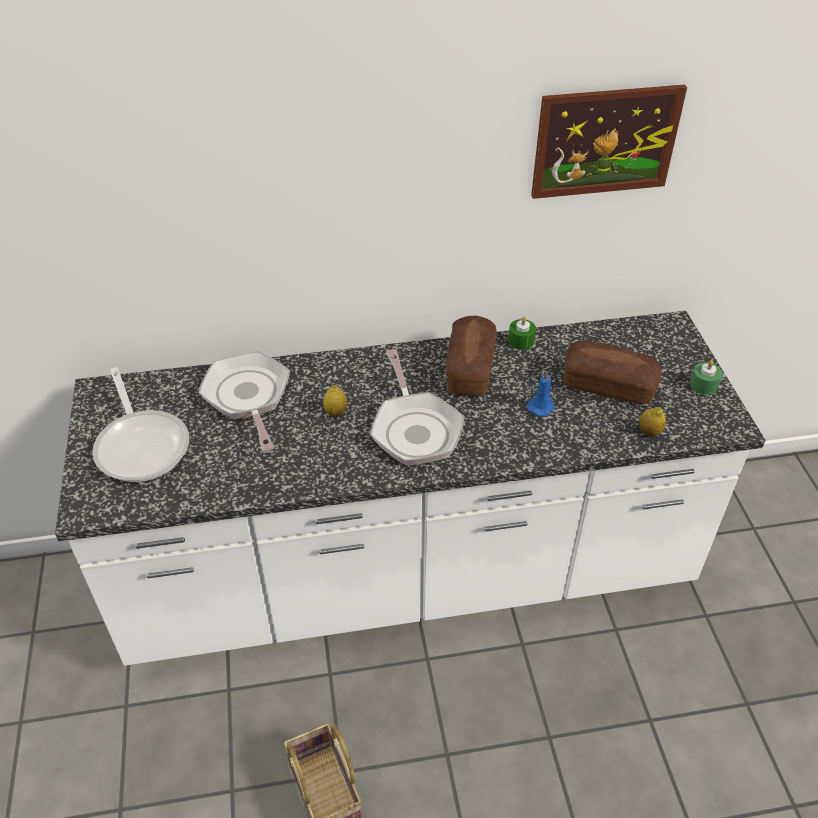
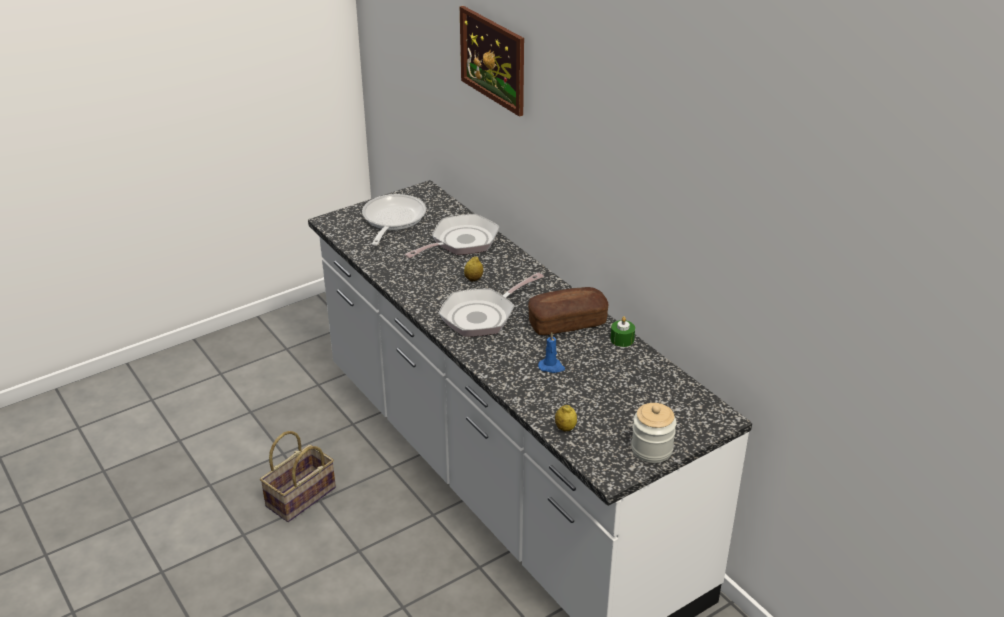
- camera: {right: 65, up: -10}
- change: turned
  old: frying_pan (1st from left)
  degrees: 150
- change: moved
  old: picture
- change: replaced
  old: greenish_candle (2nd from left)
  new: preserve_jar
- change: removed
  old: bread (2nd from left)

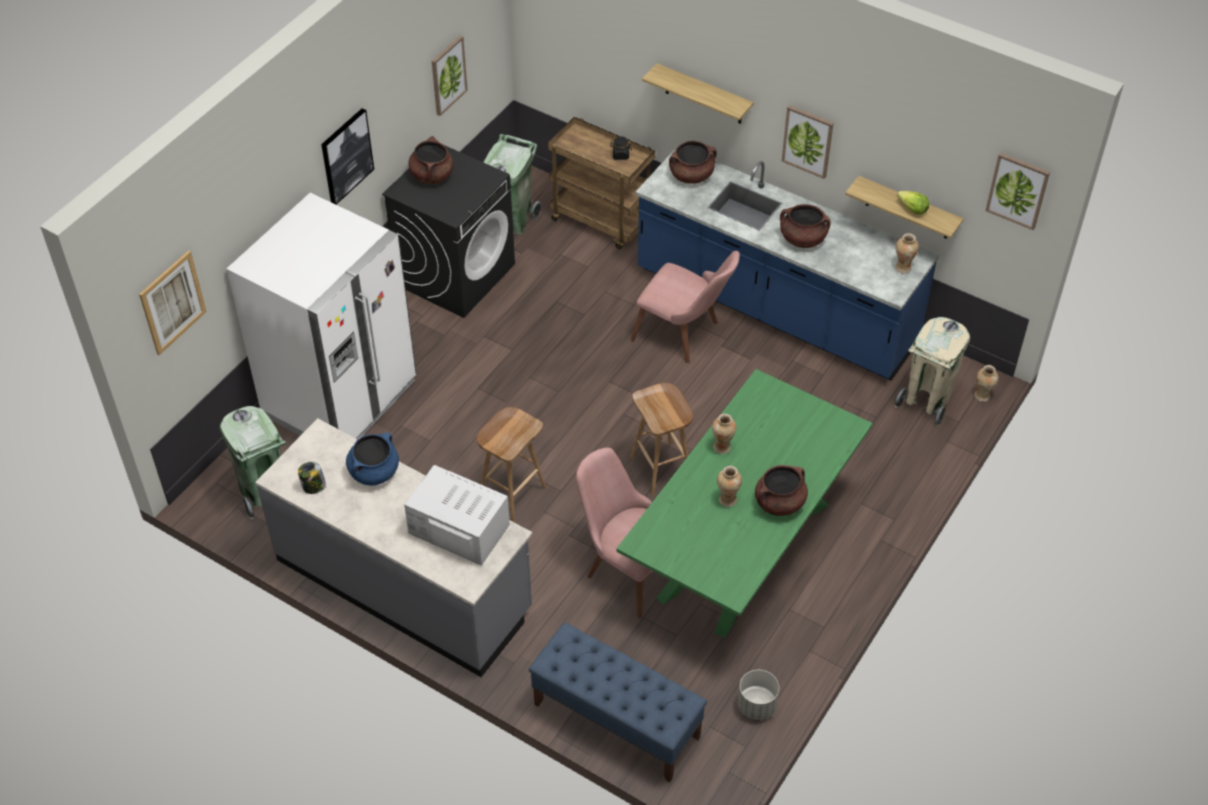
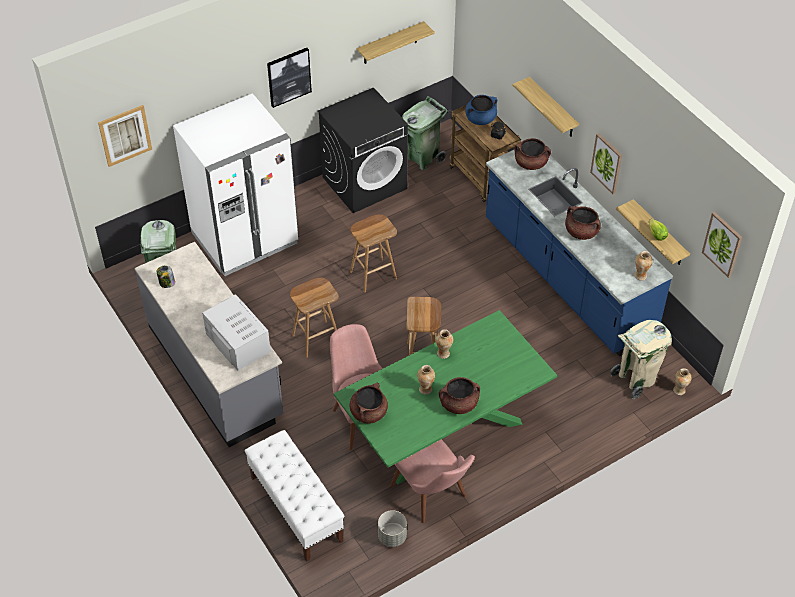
- camera: {right: 25, up: 0}
- change: recoloured
  old: blue_indoor_bench
  new: whitish_indoor_bench
- change: moved
  old: brown_saucepot (1st from left)
- change: added
  new: brown_stool (2nd from left)
- change: replaced
  old: picture (3rd from left)
  new: bracket_shelf (1st from left)
- change: moved
  old: pink_chair (2nd from left)
- change: moved
  old: blue_saucepot

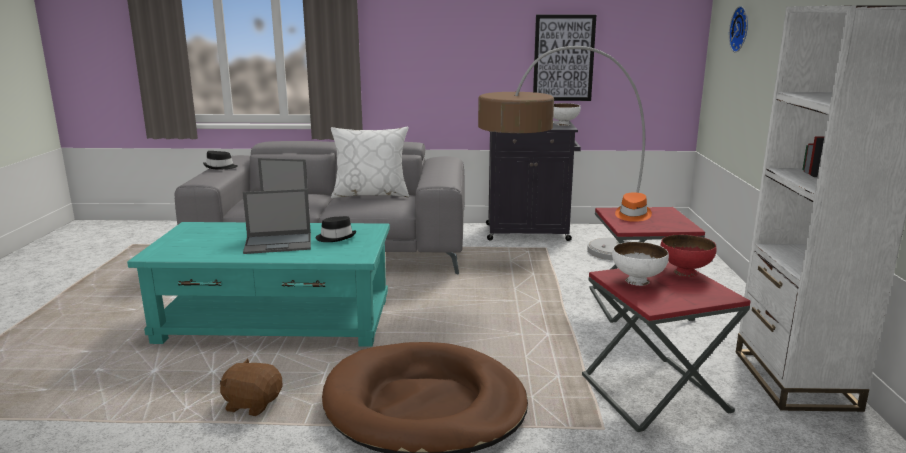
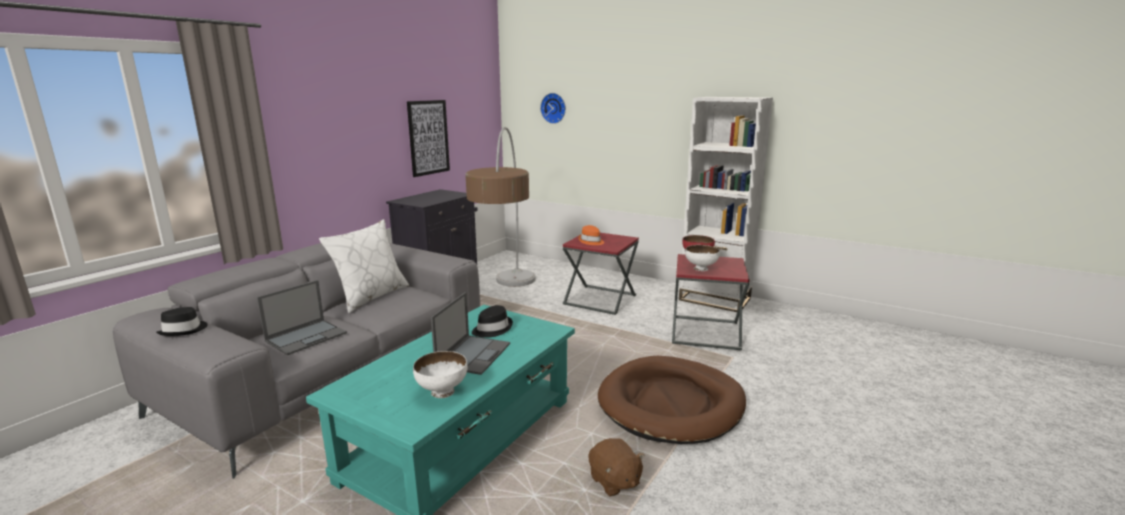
- camera: {right: -60, up: 0}
- change: moved
  old: whitish_deep_dish (1st from left)
- change: turned
  old: brown_plush_toy
  degrees: -75

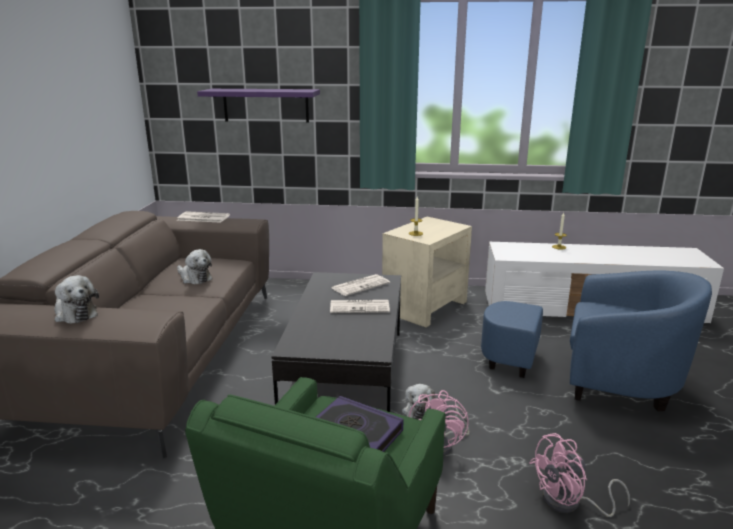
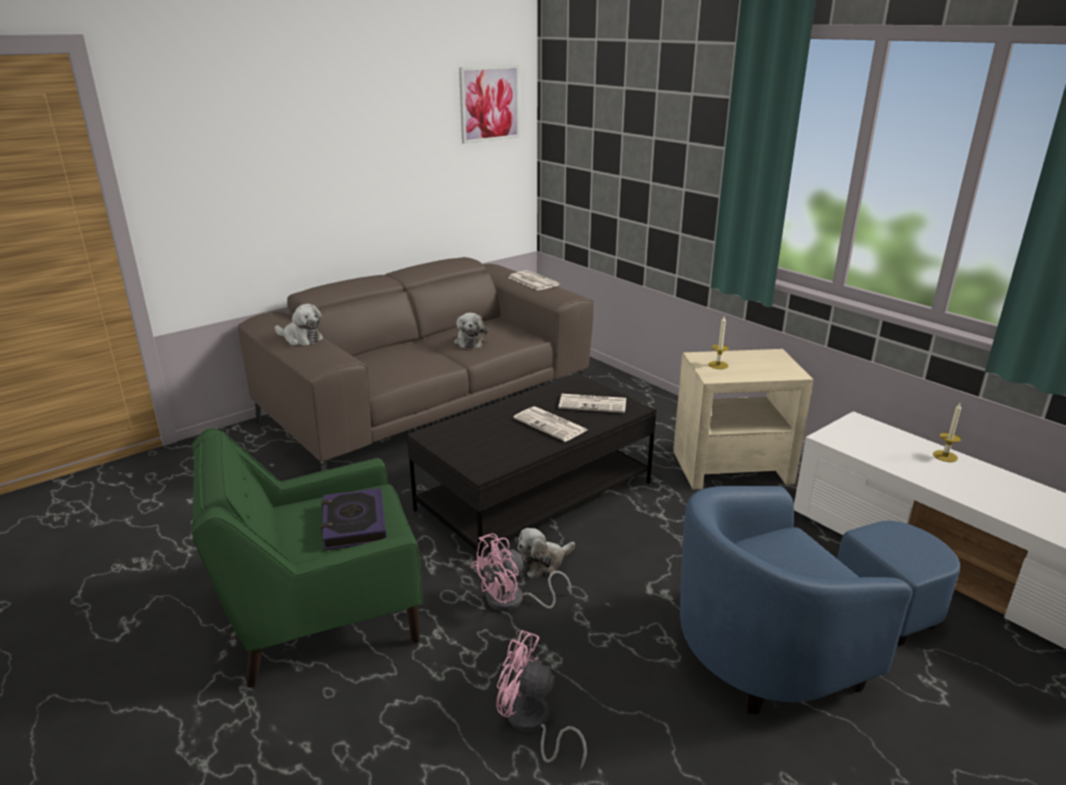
- camera: {right: 45, up: 5}
- change: turned
  old: plush_toy (1st from left)
  degrees: -60
- change: added
  new: picture
- change: turned
  old: blue_lounge_chair
  degrees: 90
- change: removed
  old: purple-coloured_bracket_shelf

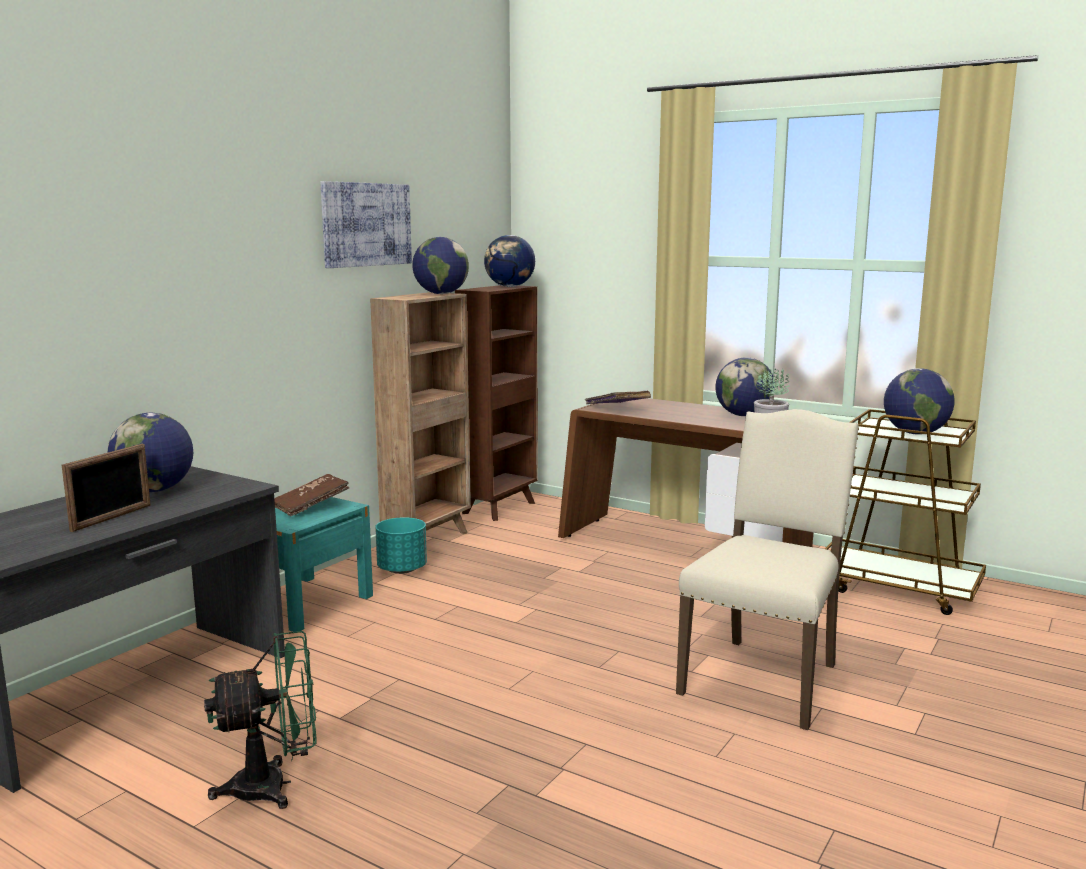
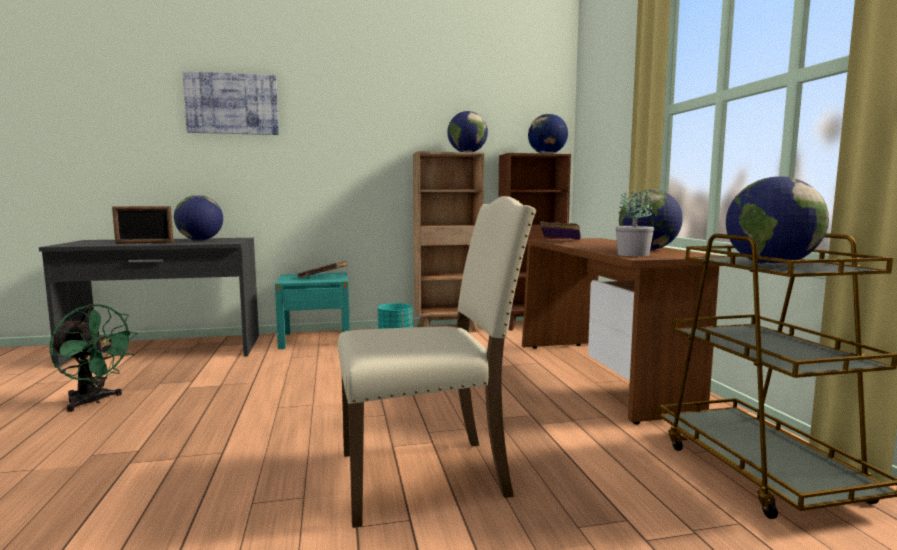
- camera: {right: 45, up: -5}
- change: moved
  old: picture

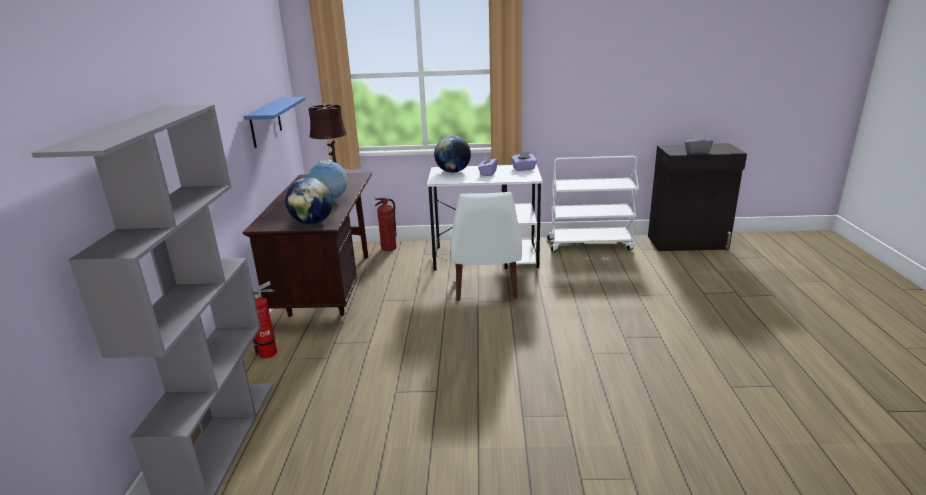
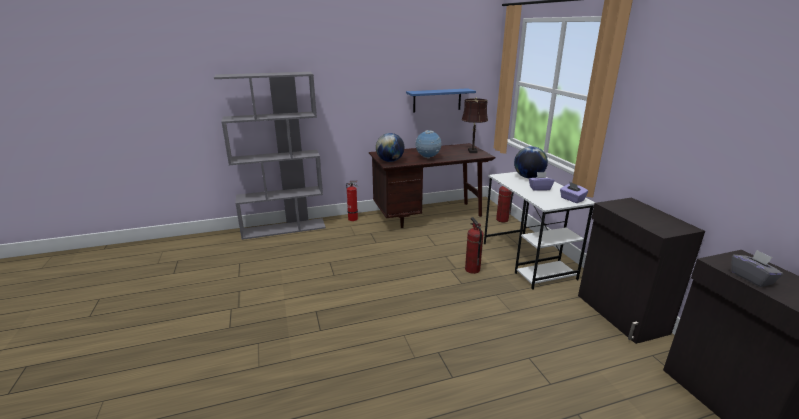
- camera: {right: 70, up: 0}
- change: replaced
  old: whitish_chair
  new: fire-fighting_cylinder (2nd from left)
- change: replaced
  old: whitish_wheeled_cart
  new: black_cupboard (1st from left)

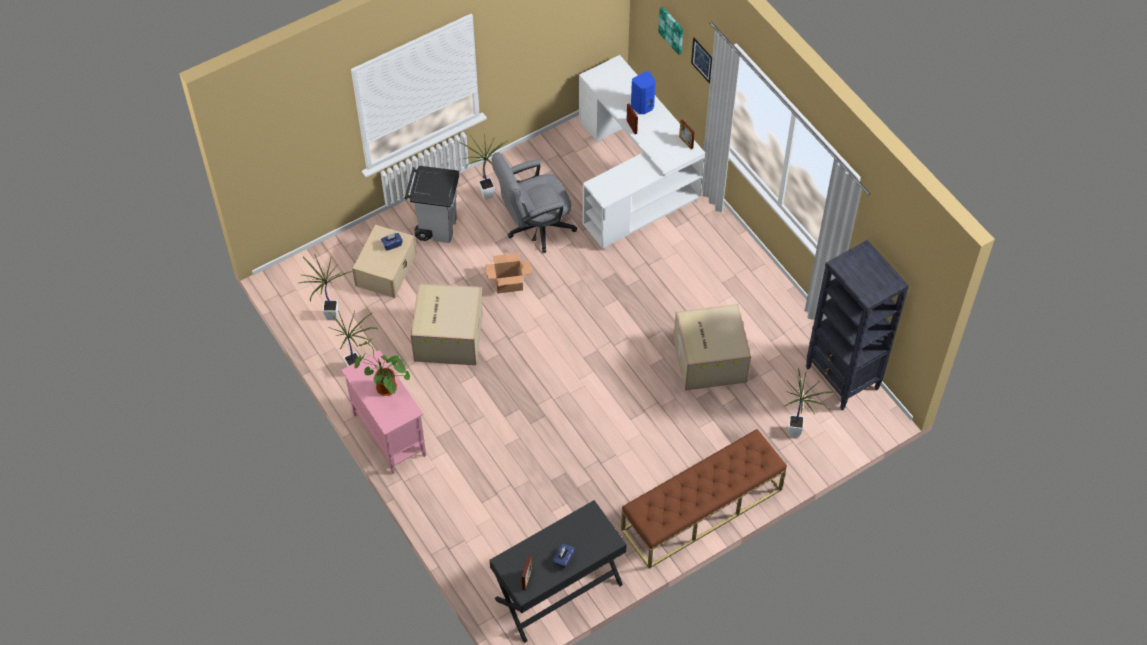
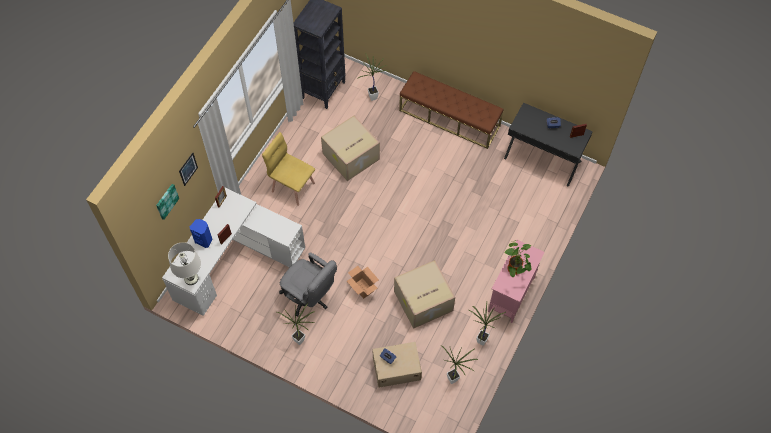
- camera: {right: -120, up: 5}
- change: added
  new: whitish_tabletop_lamp
- change: added
  new: yellow_chair
- change: removed
  old: gray_rubbish_bin

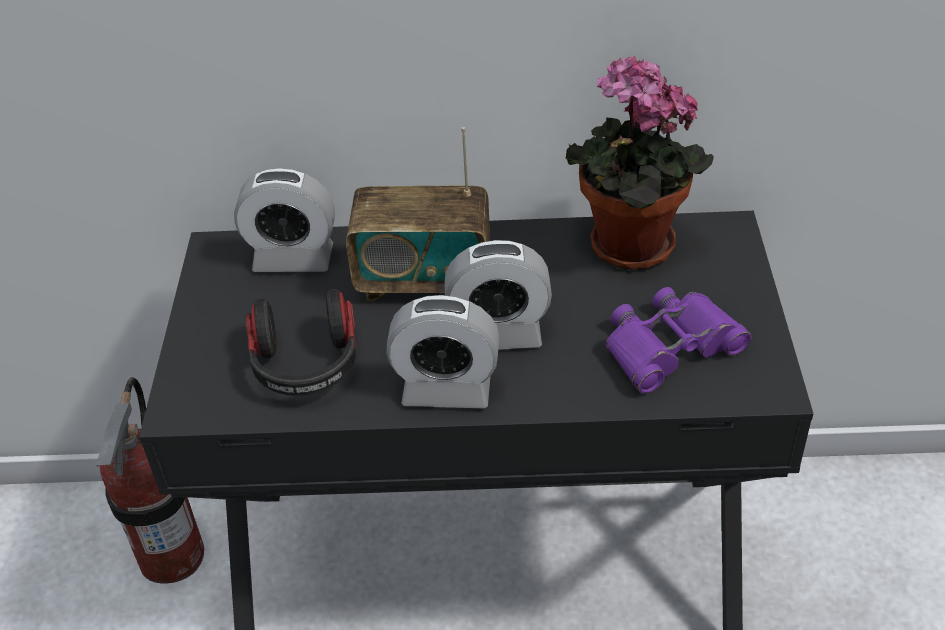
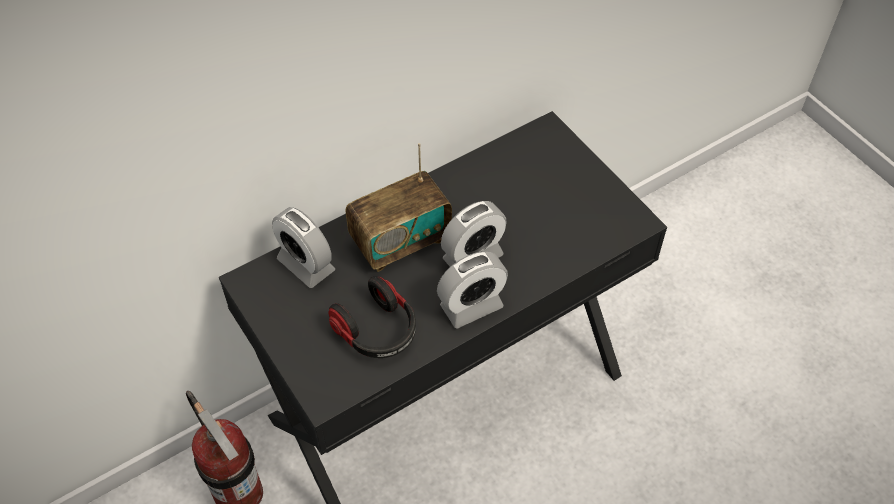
- camera: {right: -35, up: 10}
- change: turned
  old: bedside_clock (1st from left)
  degrees: 75
- change: removed
  old: potted_plant
- change: removed
  old: purple-coloured_binoculars

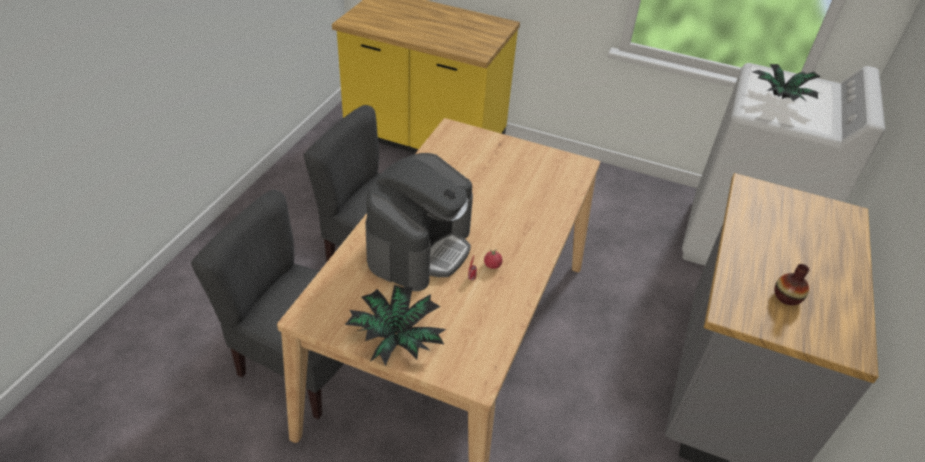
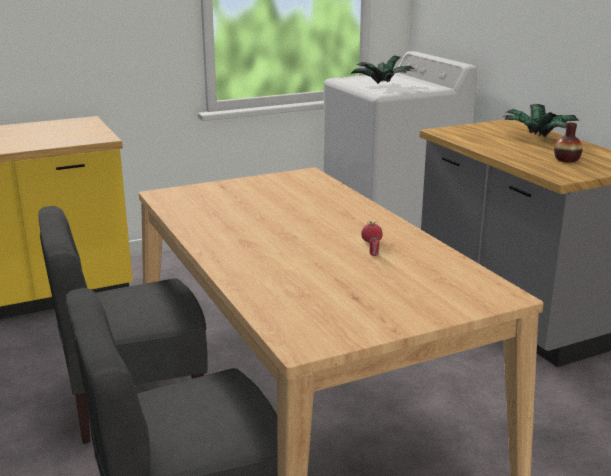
- camera: {right: -45, up: -20}
- change: moved
  old: potted_plant (1st from left in the first image)
  new: potted_plant (2nd from left)
- change: removed
  old: coffee_machine

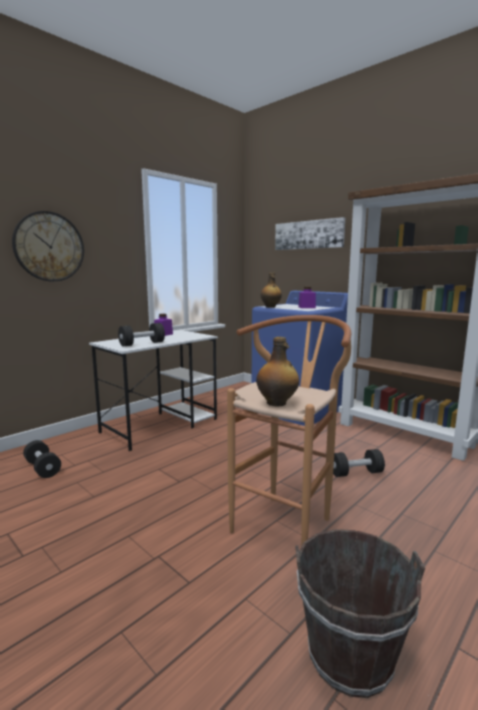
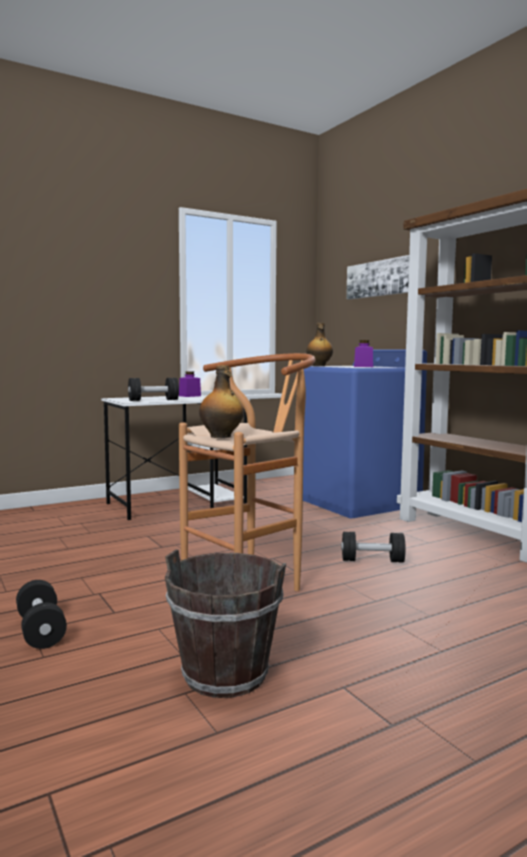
- camera: {right: 15, up: -5}
- change: moved
  old: black_dumbbell (1st from left)
- change: removed
  old: hanging_clock

